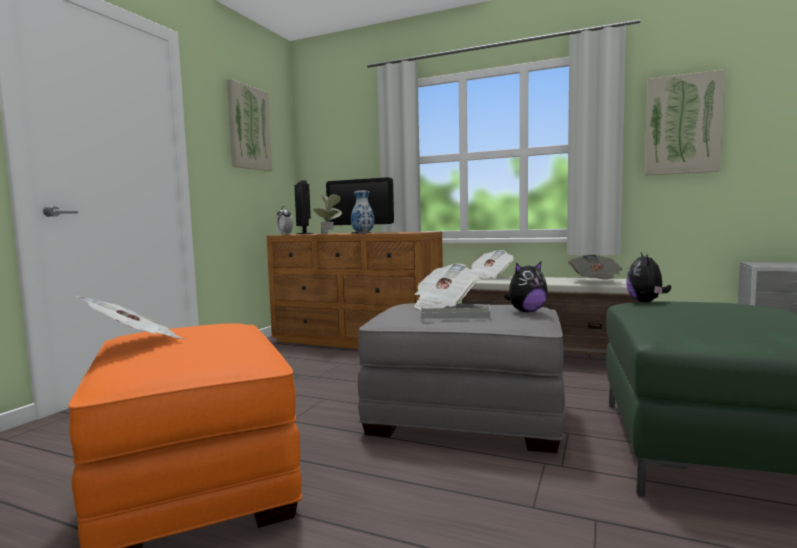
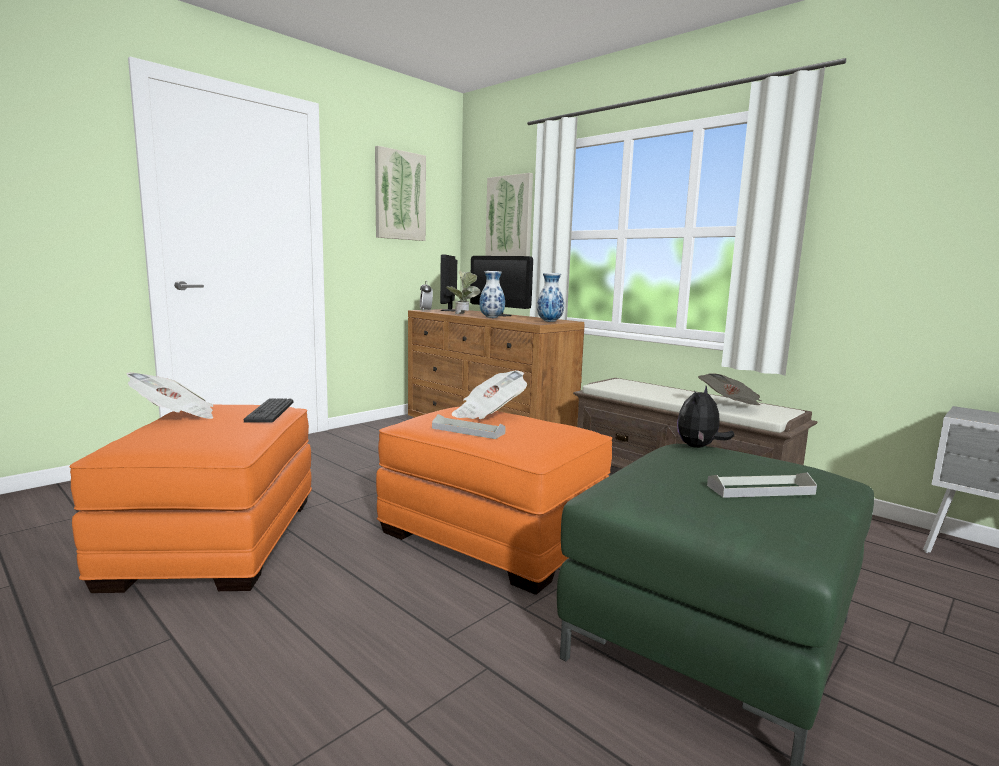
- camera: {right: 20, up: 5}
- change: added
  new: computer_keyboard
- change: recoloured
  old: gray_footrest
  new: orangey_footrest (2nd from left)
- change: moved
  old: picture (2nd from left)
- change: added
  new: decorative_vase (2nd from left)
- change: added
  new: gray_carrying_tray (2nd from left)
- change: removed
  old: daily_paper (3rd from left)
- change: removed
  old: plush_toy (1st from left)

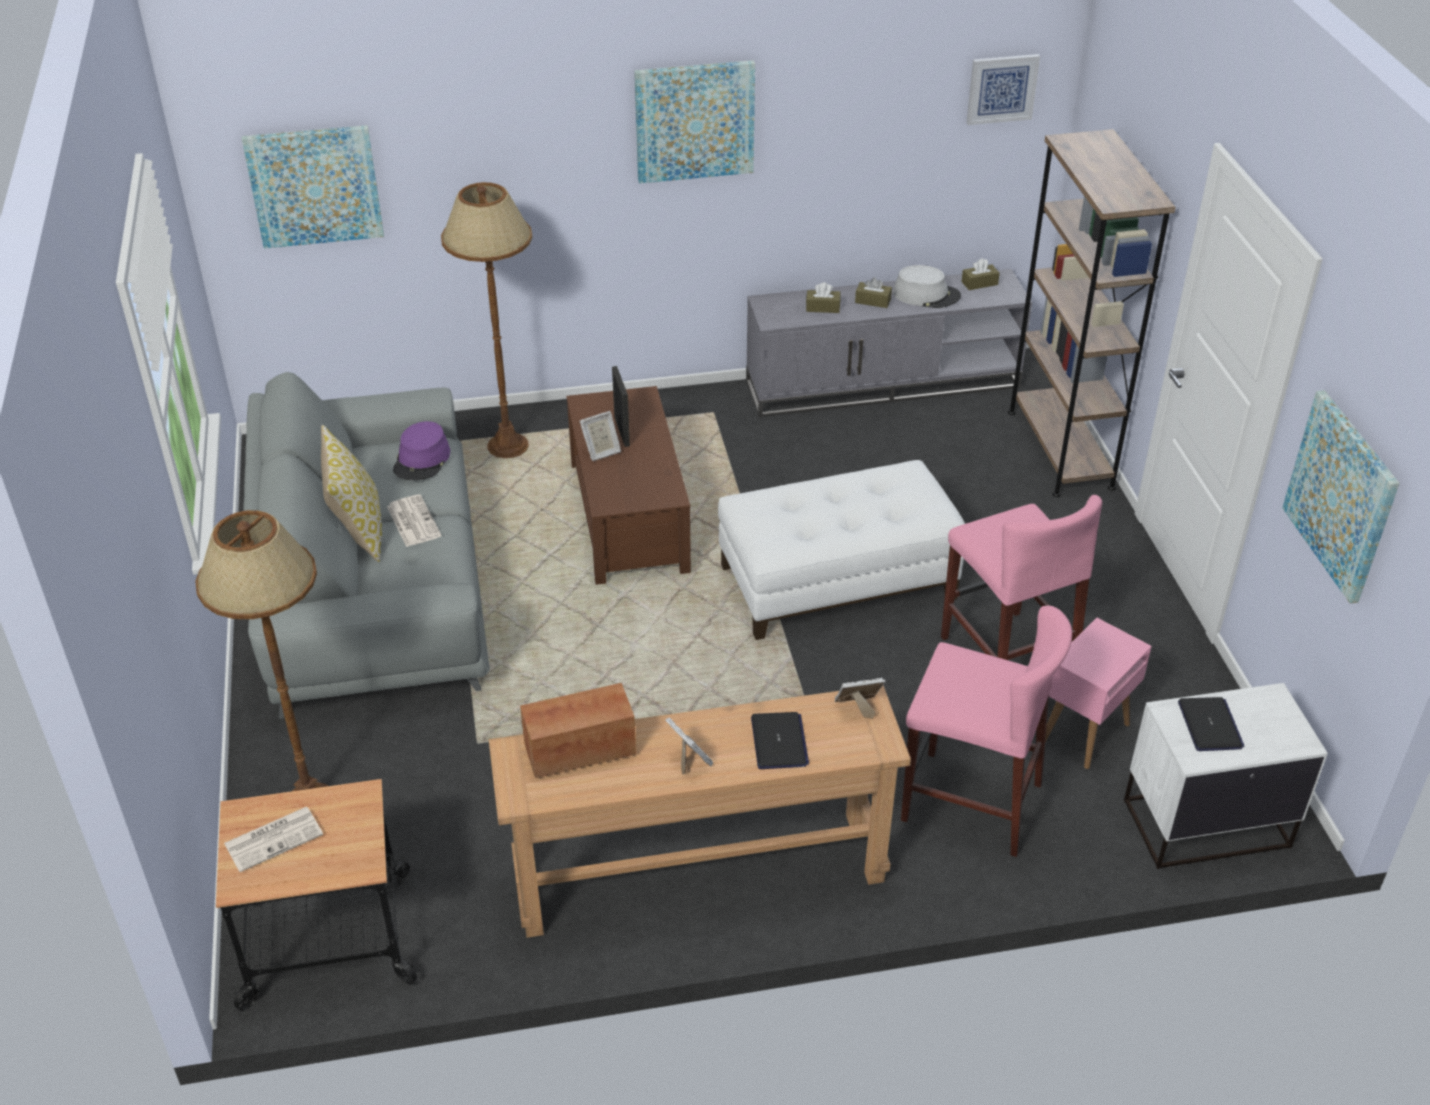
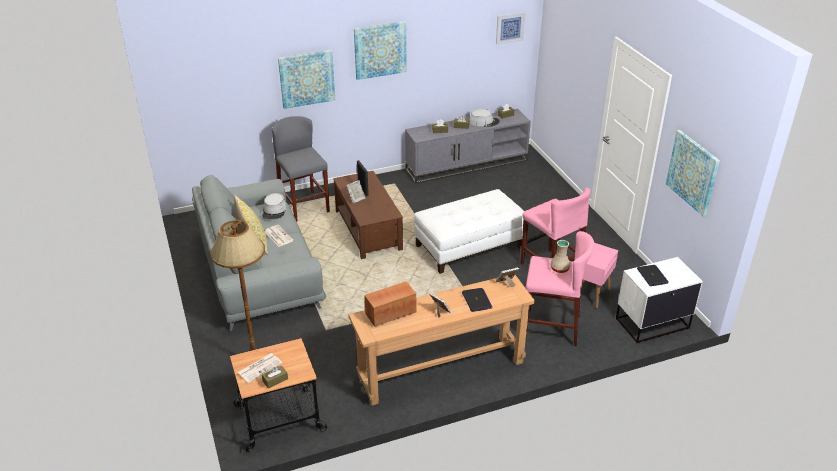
- camera: {right: -10, up: -5}
- change: recoloured
  old: purple-coloured_clothing_hat
  new: gray_clothing_hat (1st from left)
- change: added
  new: brown_tissue_holder (1st from left)
- change: replaced
  old: brown_standing_lamp (2nd from left)
  new: gray_stool
- change: moved
  old: picture (1st from left)
- change: added
  new: beige-coloured_decorative_vase
- change: removed
  old: brown_bookshelf

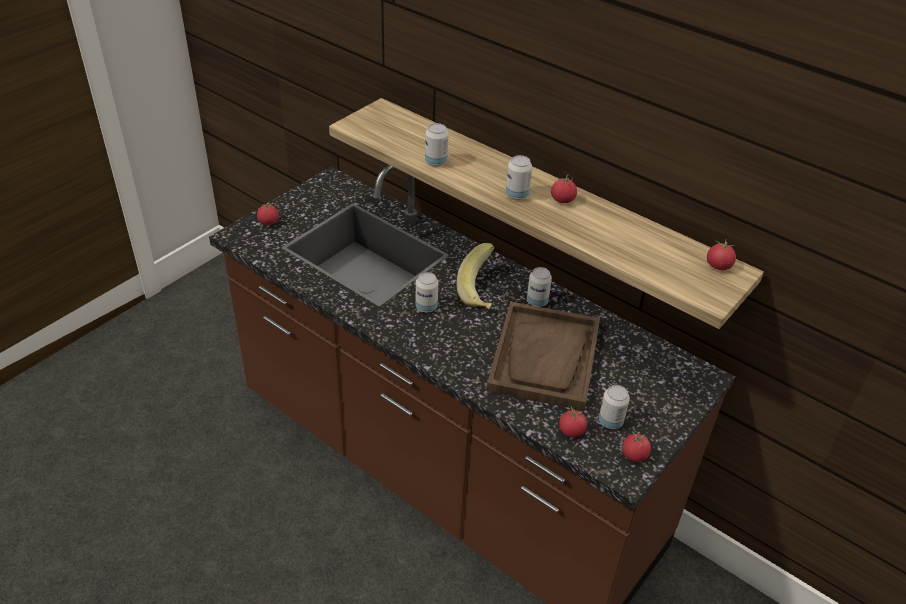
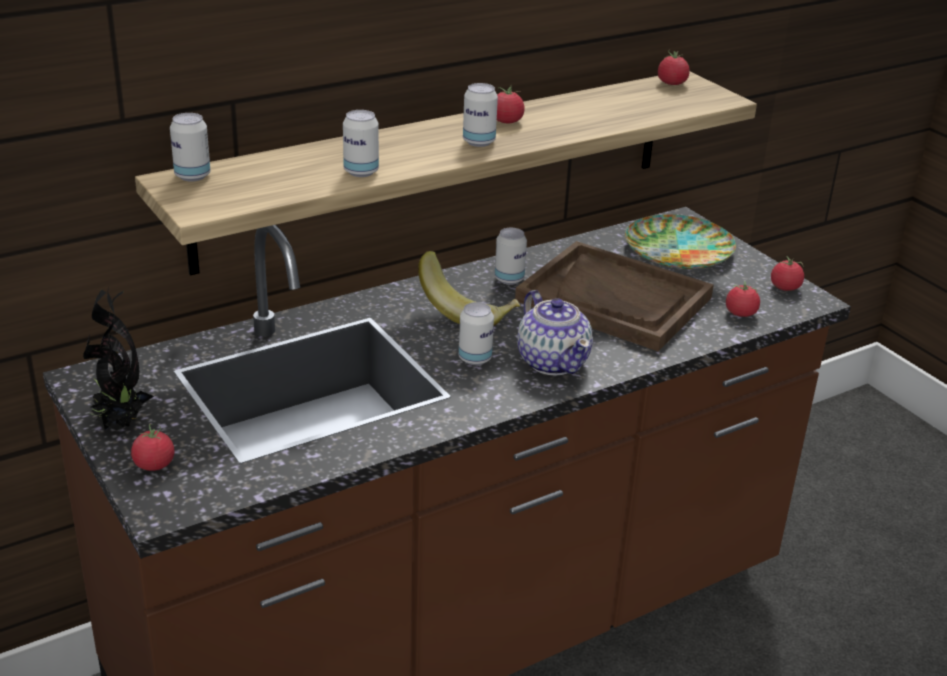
- camera: {right: -70, up: -10}
- change: added
  new: potted_plant
- change: moved
  old: can (5th from left in the first image)
  new: can (1st from left)
- change: added
  new: tea_pot
- change: added
  new: plate

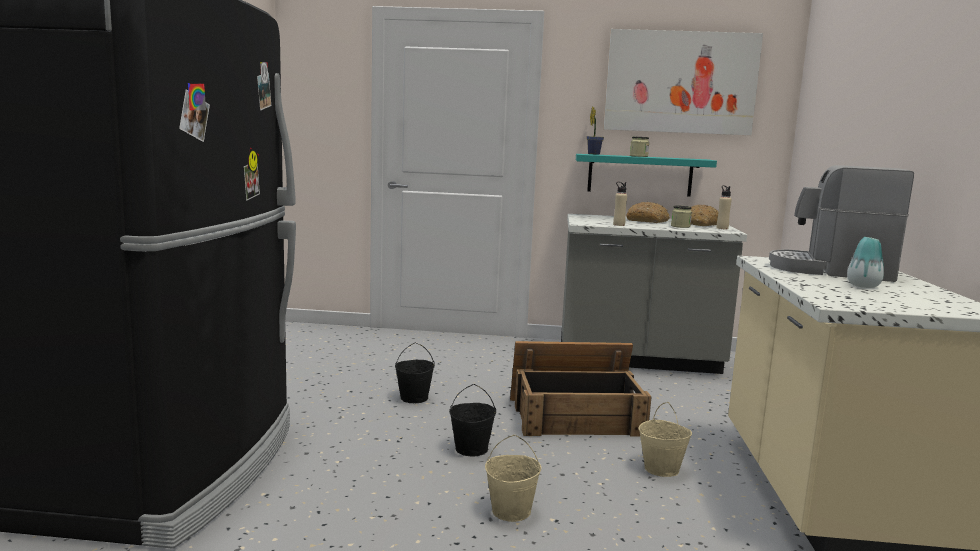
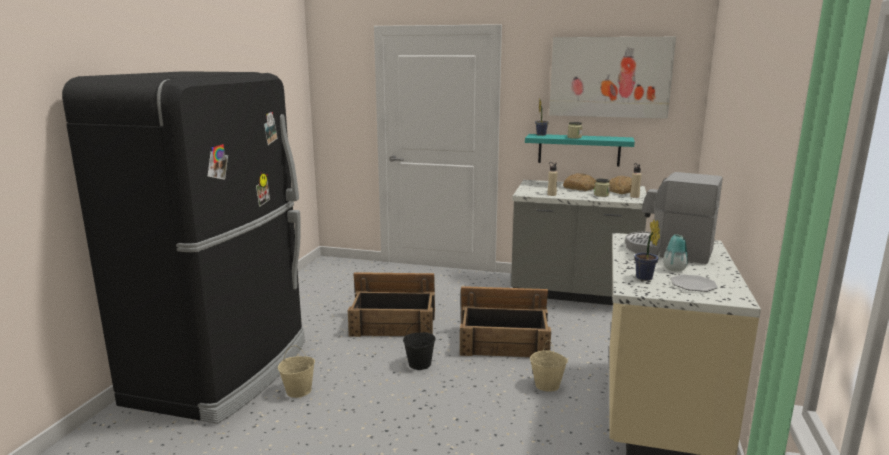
- camera: {right: 10, up: 5}
- change: moved
  old: beige-coloured_bucket (1st from left)
- change: replaced
  old: black_bucket (1st from left)
  new: shipping_crate (1st from left)
- change: added
  new: potted_plant (2nd from left)
- change: added
  new: plate

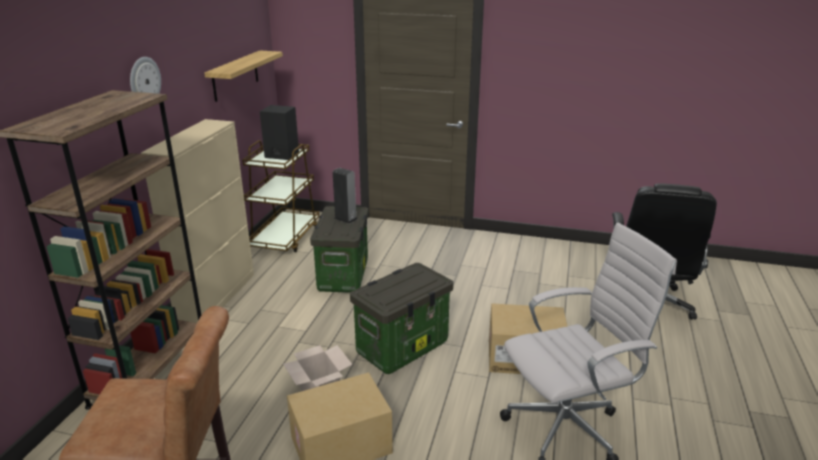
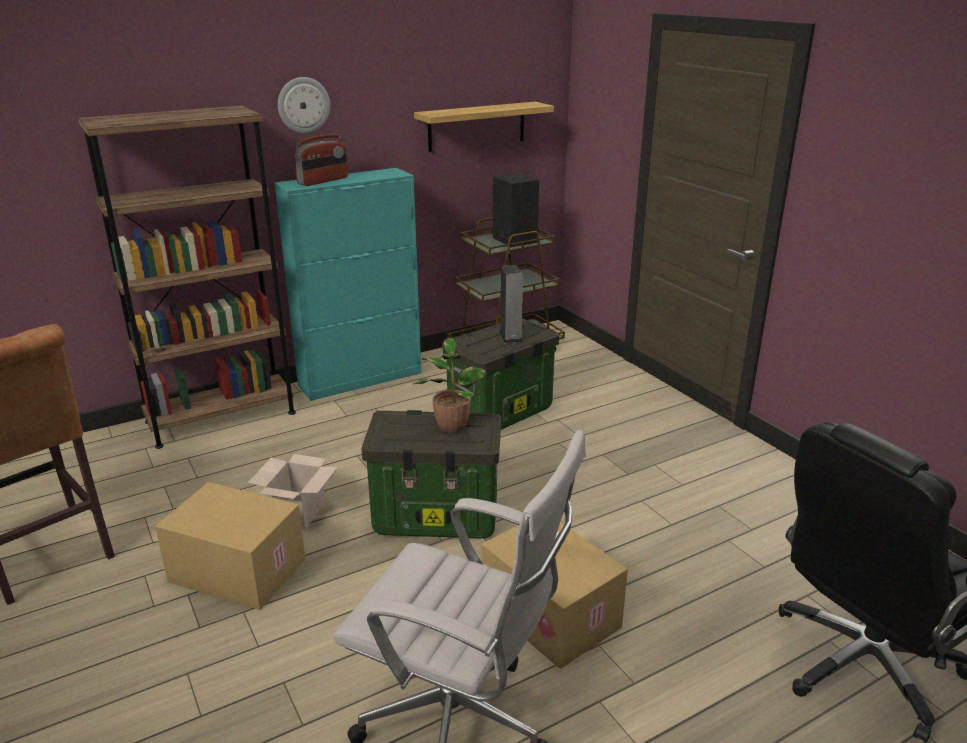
- camera: {right: 45, up: 0}
- change: recoloured
  old: beige-coloured_cupboard
  new: turquoise_cupboard
- change: added
  new: radio_set
- change: added
  new: potted_plant

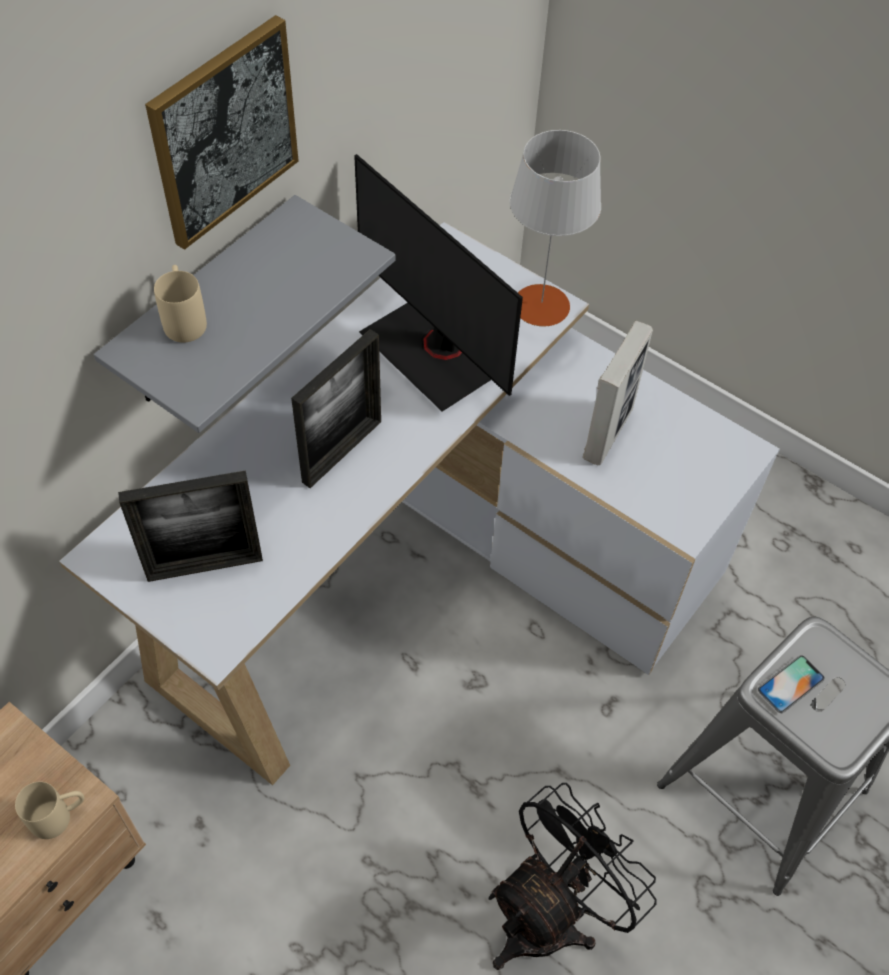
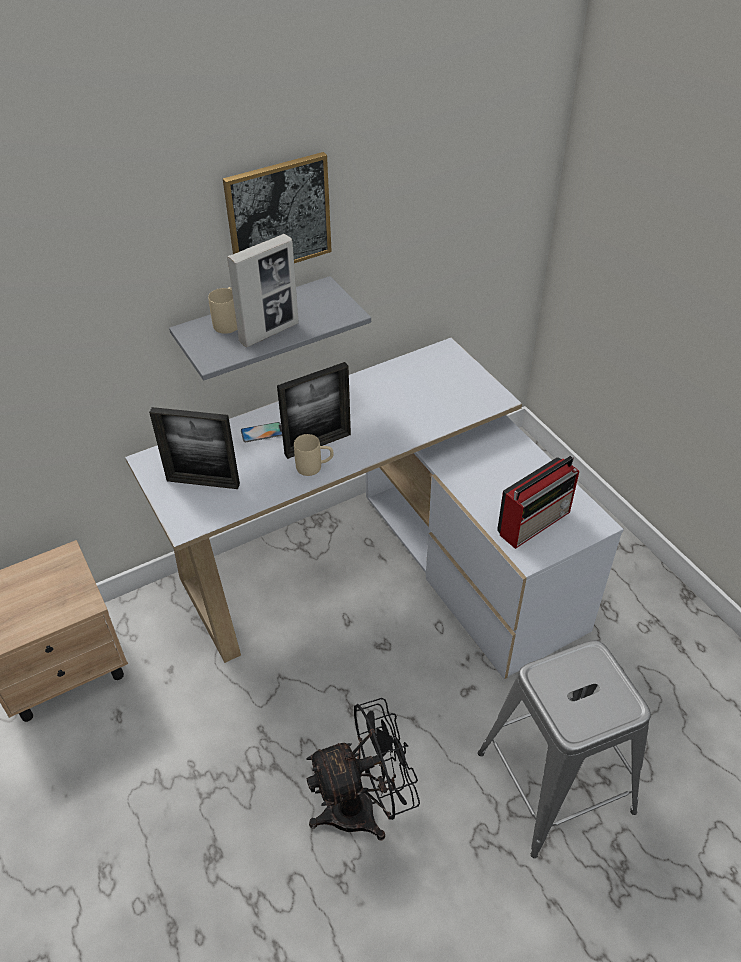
- camera: {right: 25, up: -10}
- change: moved
  old: standing_frame (3rd from left in the first image)
  new: standing_frame (2nd from left)
- change: moved
  old: telephone
- change: moved
  old: beige-coloured_tea_mug (1st from left in the first image)
  new: beige-coloured_tea_mug (2nd from left)
- change: added
  new: radio_set
- change: removed
  old: computer_display
- change: removed
  old: gray_tabletop_lamp

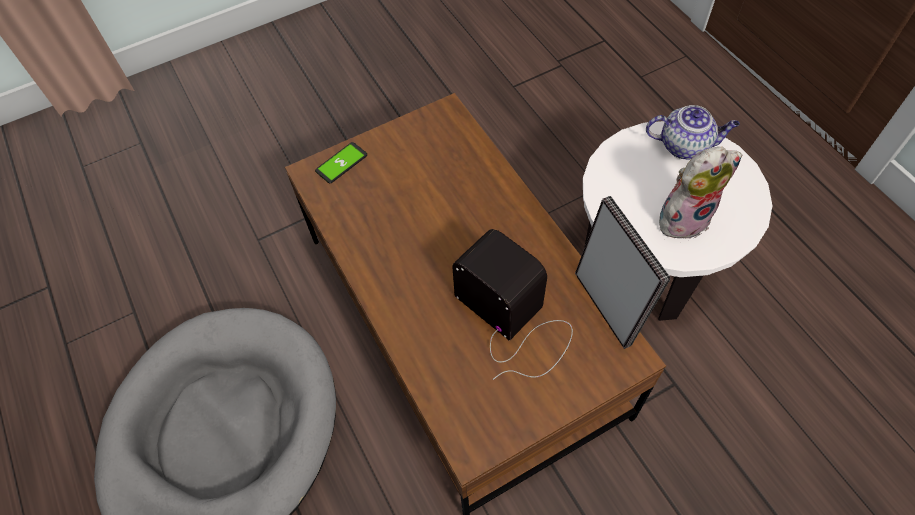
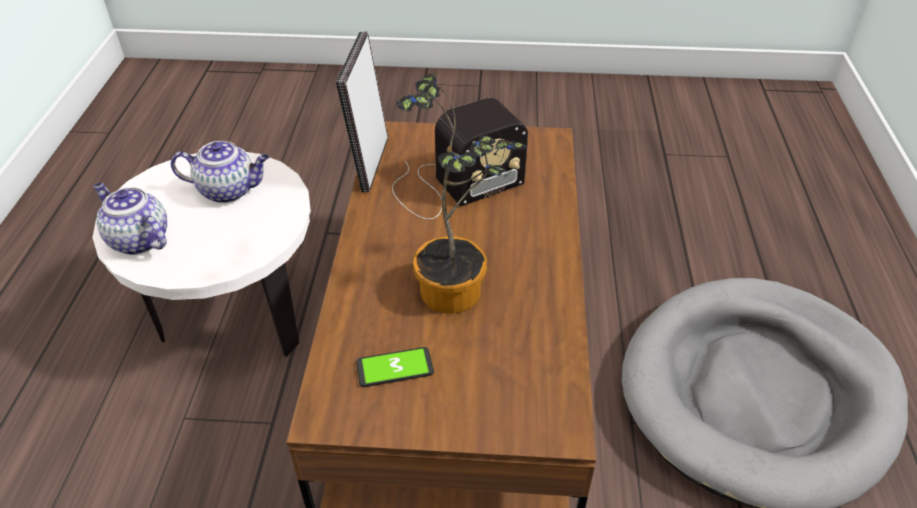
- camera: {right: -150, up: -15}
- change: replaced
  old: plush_toy
  new: tea_pot (2nd from left)
- change: moved
  old: telephone
- change: turned
  old: radio_set
  degrees: -105
- change: added
  new: potted_plant

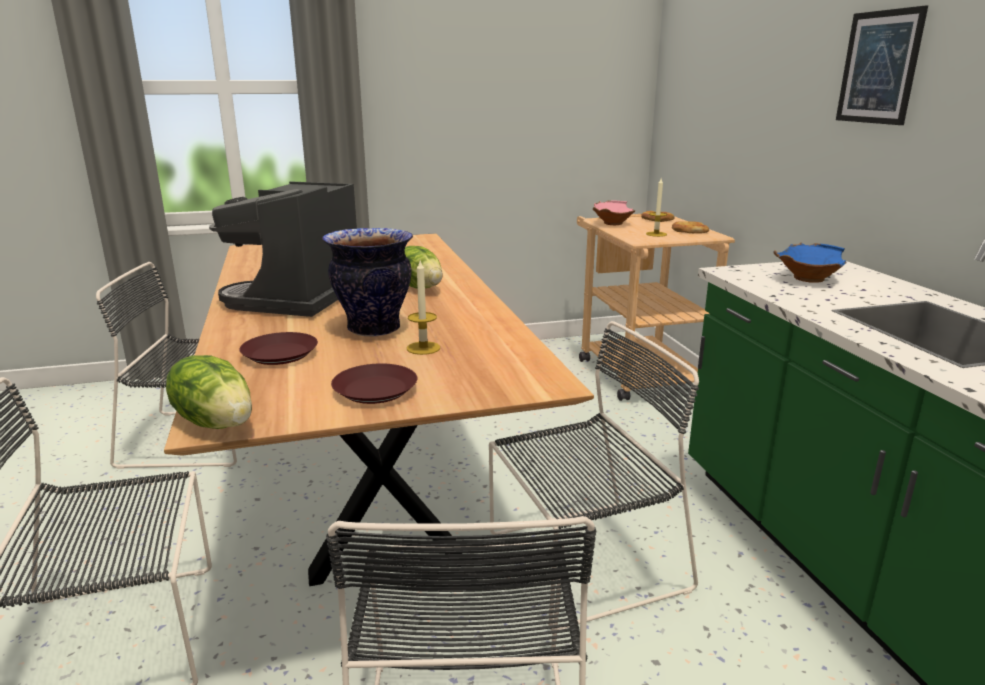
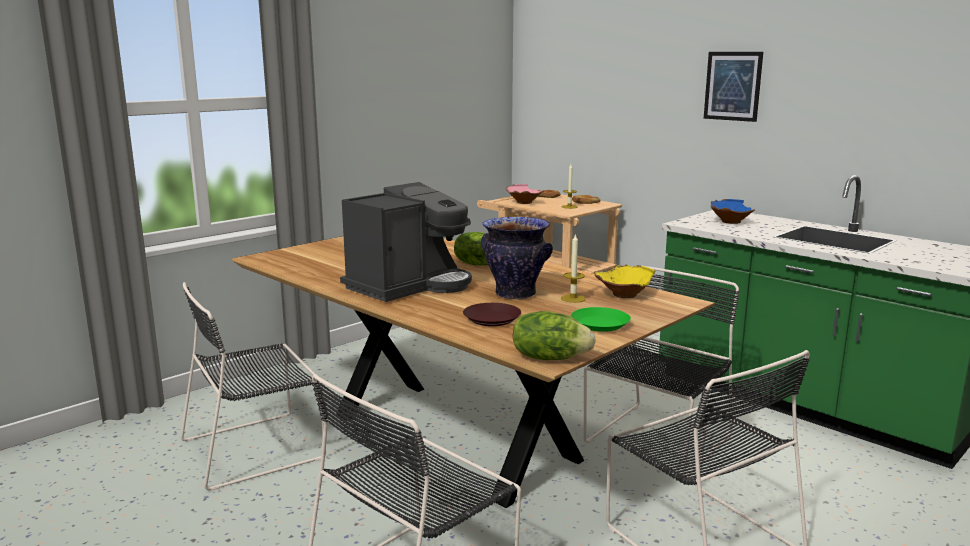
- camera: {right: -30, up: -5}
- change: turned
  old: coffee_machine
  degrees: -120
- change: recoloured
  old: brown_plate (2nd from left)
  new: greenish_plate
- change: added
  new: yellow_deep_dish

